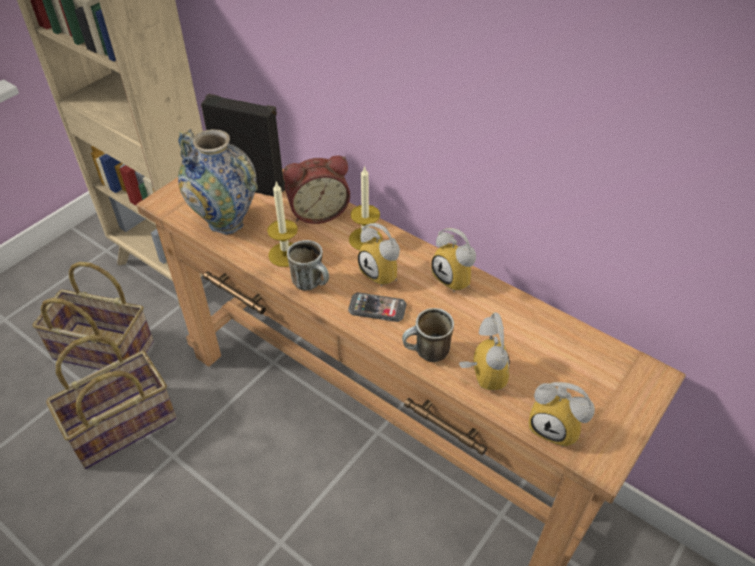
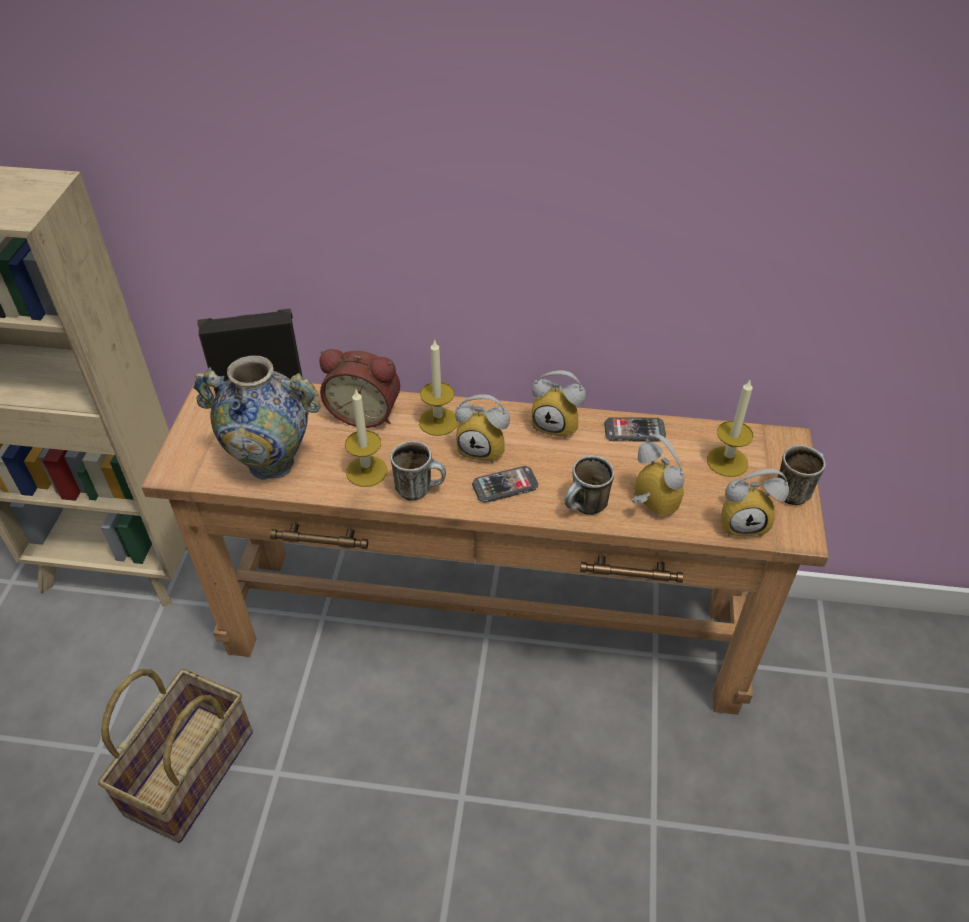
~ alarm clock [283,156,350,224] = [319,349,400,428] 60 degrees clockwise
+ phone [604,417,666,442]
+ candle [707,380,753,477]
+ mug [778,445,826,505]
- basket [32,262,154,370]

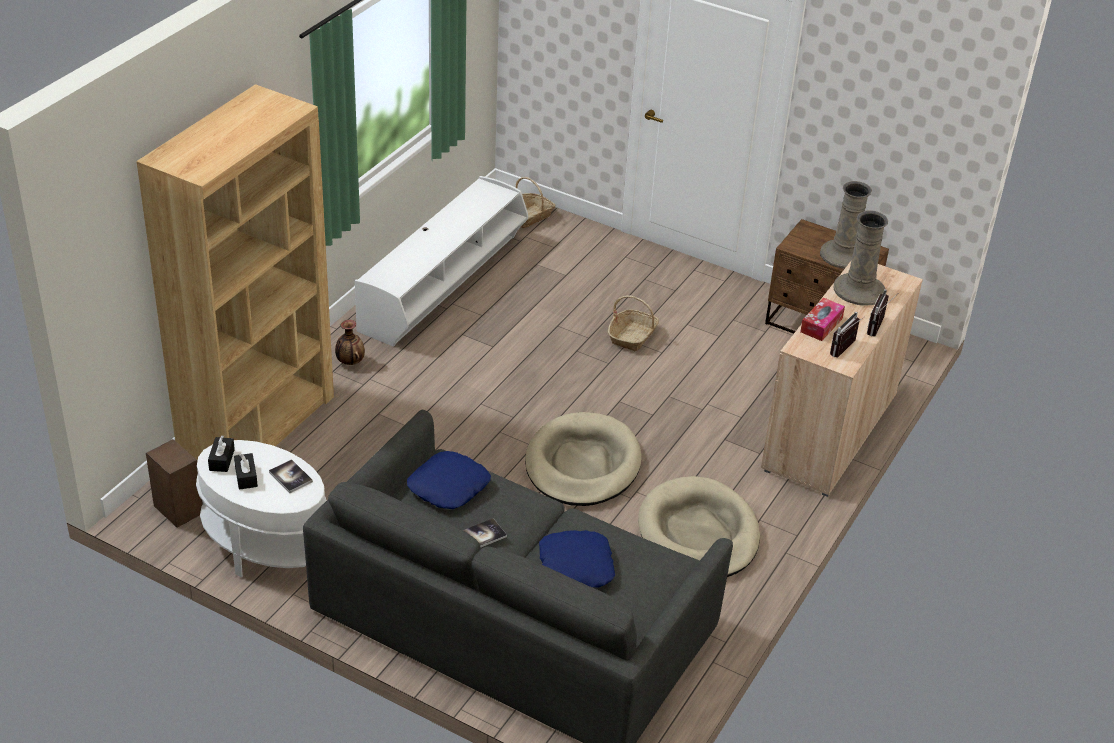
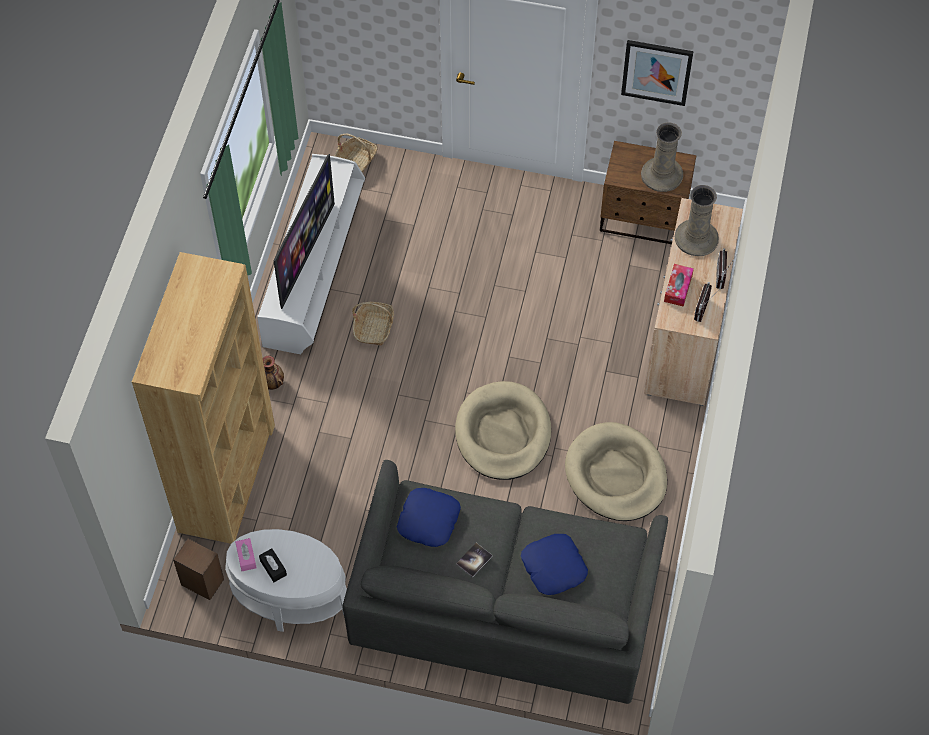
~ black tissue box [208,436,235,472] to pink tissue box [235,538,257,571]
+ television [273,154,335,309]
~ basket [608,295,659,351] to [352,302,394,346]
+ picture [621,40,694,106]
- book [269,459,313,493]

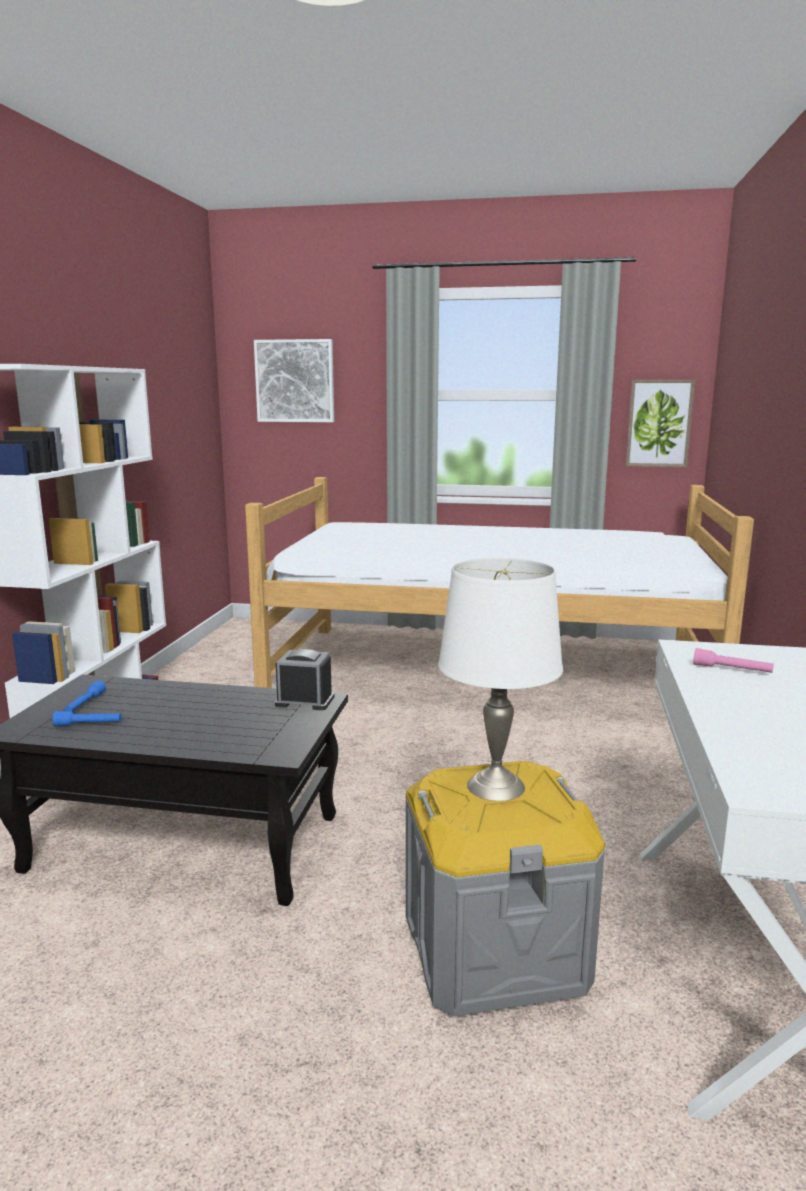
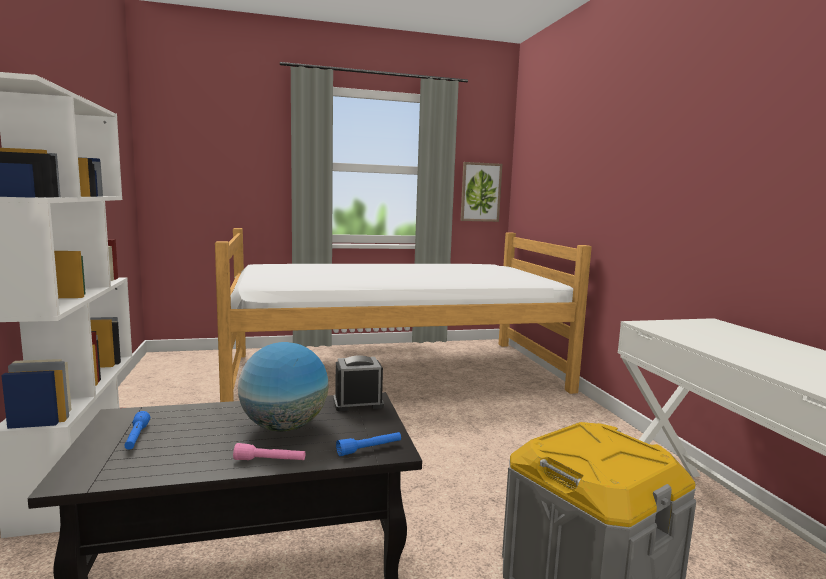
~ pink flashlight [693,648,774,673] to [233,443,305,460]
+ globe [238,342,329,432]
~ blue flashlight [53,711,122,726] to [336,432,401,456]
- picture [254,339,334,422]
- white table lamp [438,558,563,801]

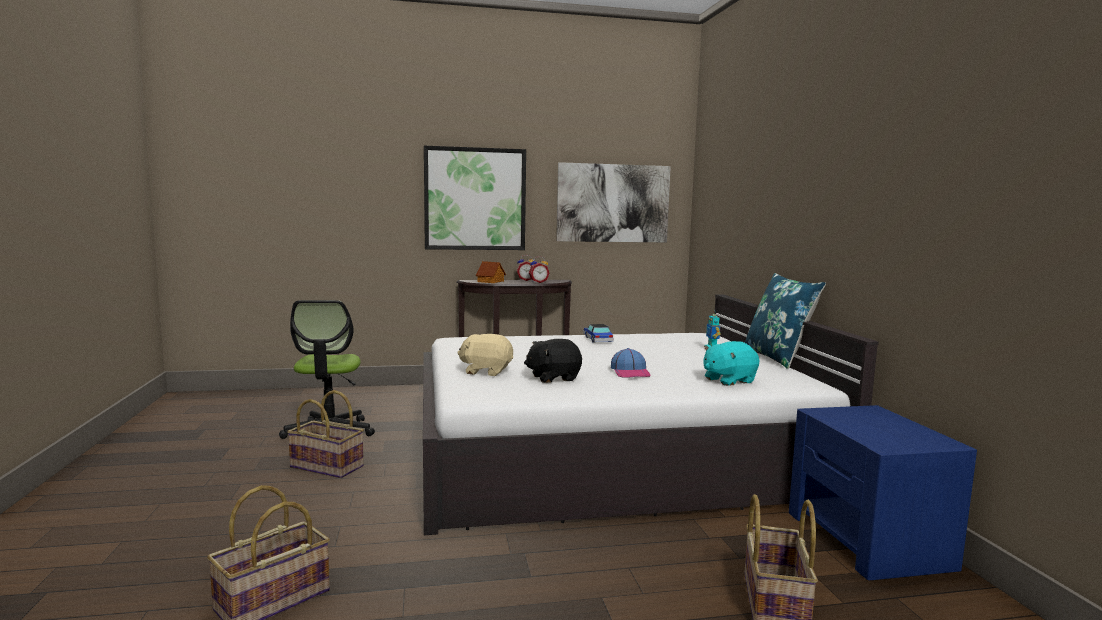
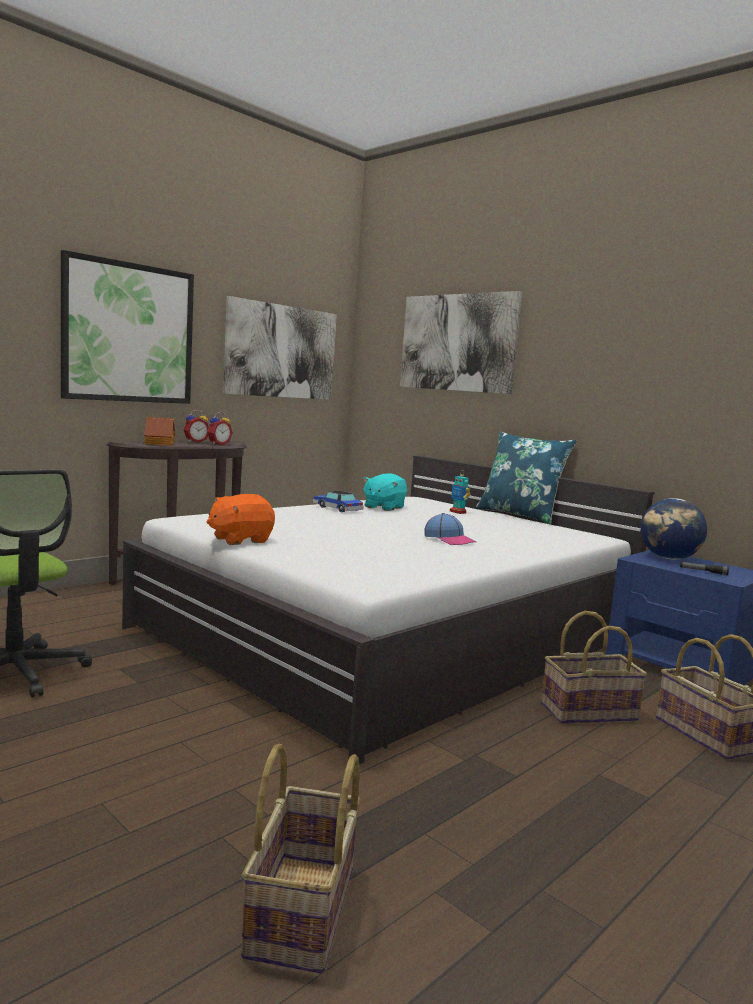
+ orange plush toy [206,494,275,545]
~ turquoise plush toy [703,341,759,386] to [363,473,407,511]
+ picture [400,291,522,394]
~ basket [287,390,364,478] to [541,611,647,724]
+ globe [641,498,707,560]
+ flashlight [680,562,729,575]
- beige plush toy [457,334,513,376]
- black plush toy [524,339,582,383]

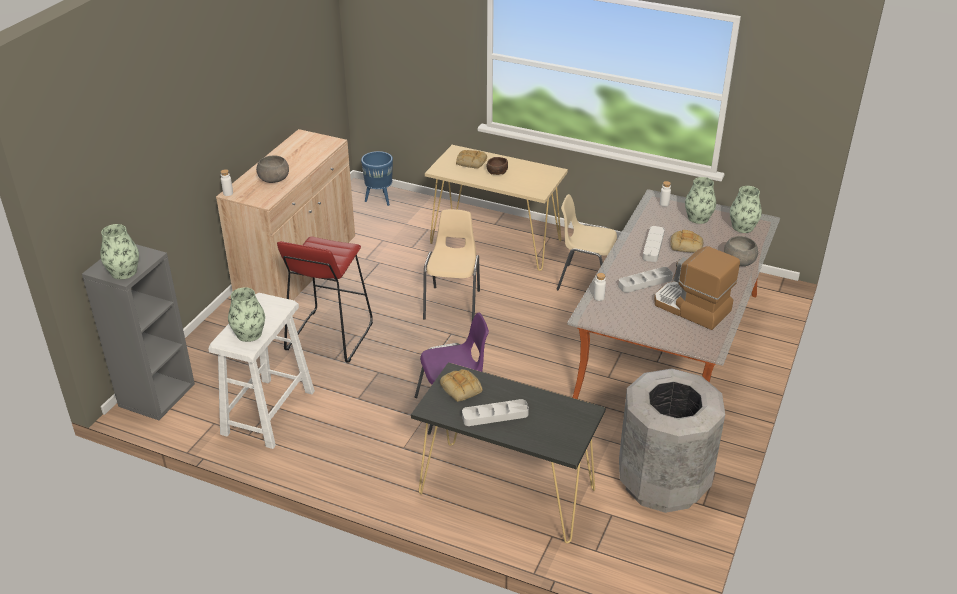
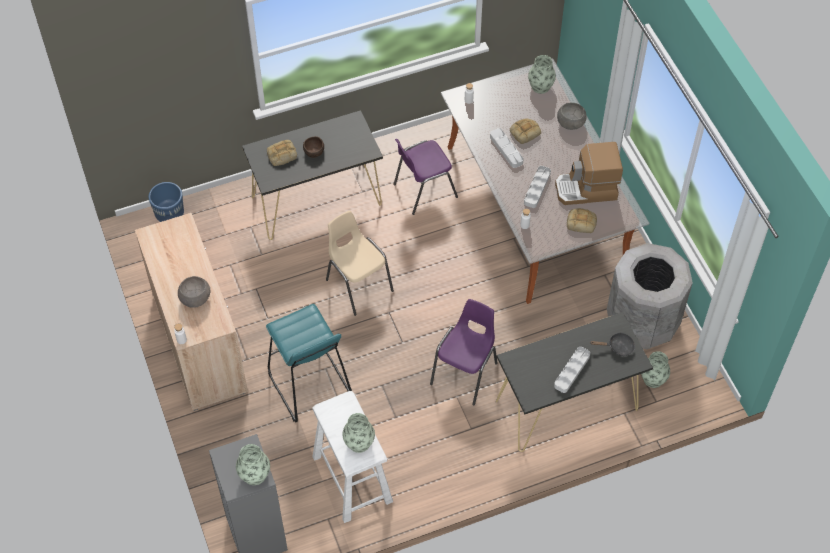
~ beige console table [425,145,568,271] to black console table [242,110,383,240]
~ red stool [277,236,373,363] to turquoise stool [266,304,352,422]
~ beige chair [557,194,617,290] to purple chair [393,139,458,215]
~ bread [440,369,483,402] to [567,208,597,233]
+ black frying pan [590,332,635,356]
~ vase [685,177,716,224] to [641,351,670,388]

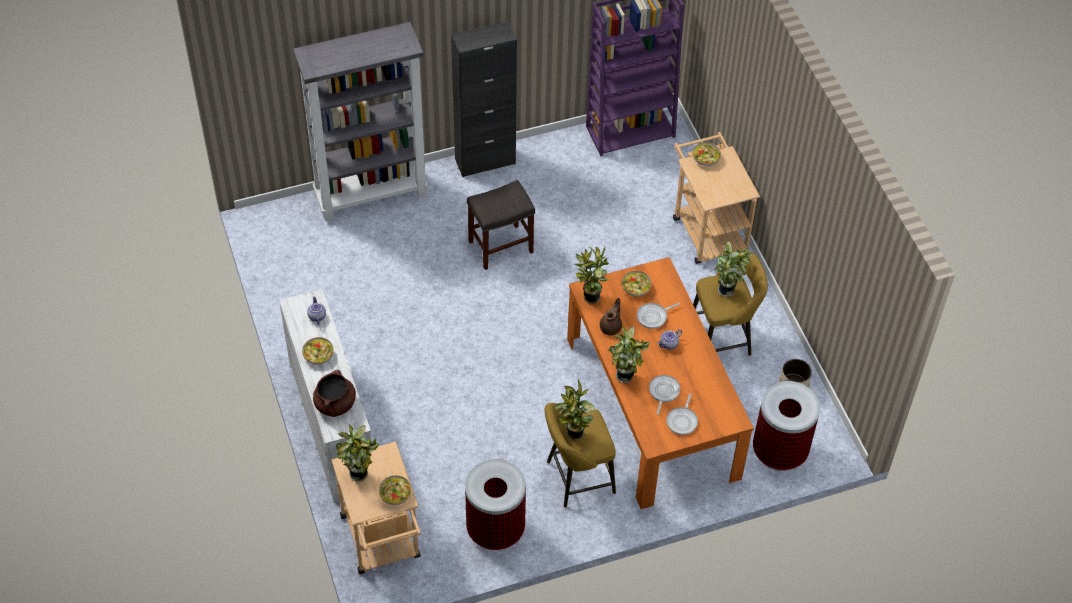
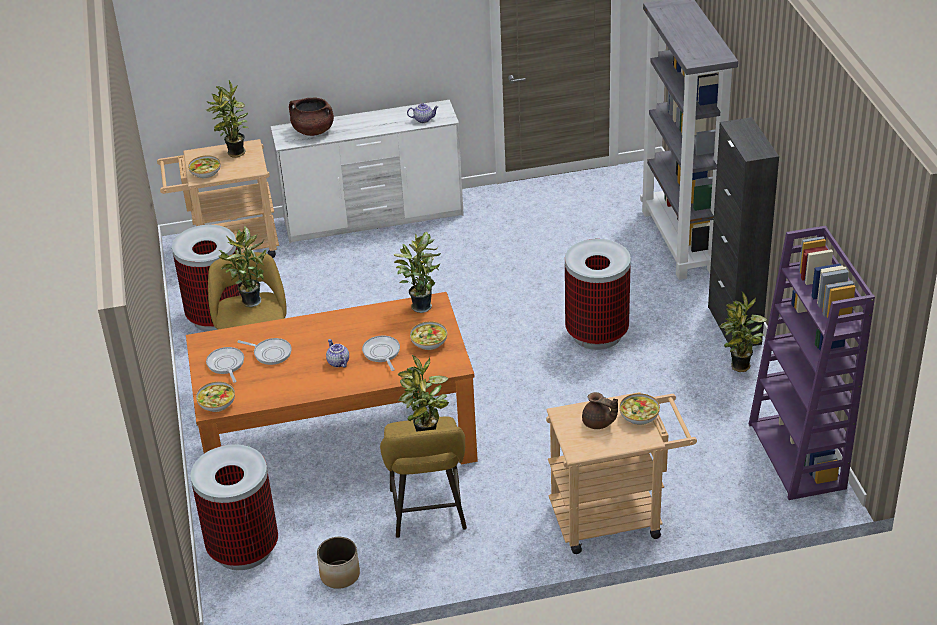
~ bowl [302,337,334,365] to [196,381,235,412]
~ frying pan [666,393,698,435] = [206,347,244,383] 45 degrees clockwise
~ grey stool [467,180,535,270] to trash can [565,239,631,350]
~ brown teapot [600,298,622,335] to [582,392,618,429]
~ potted plant [608,326,650,383] to [719,292,767,372]

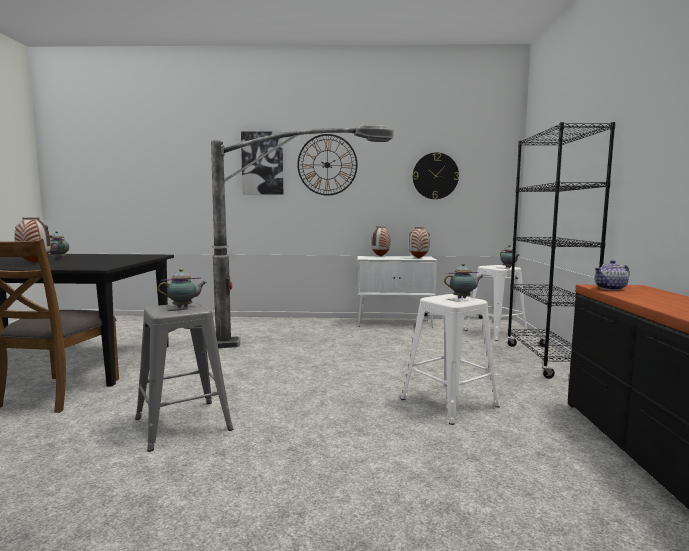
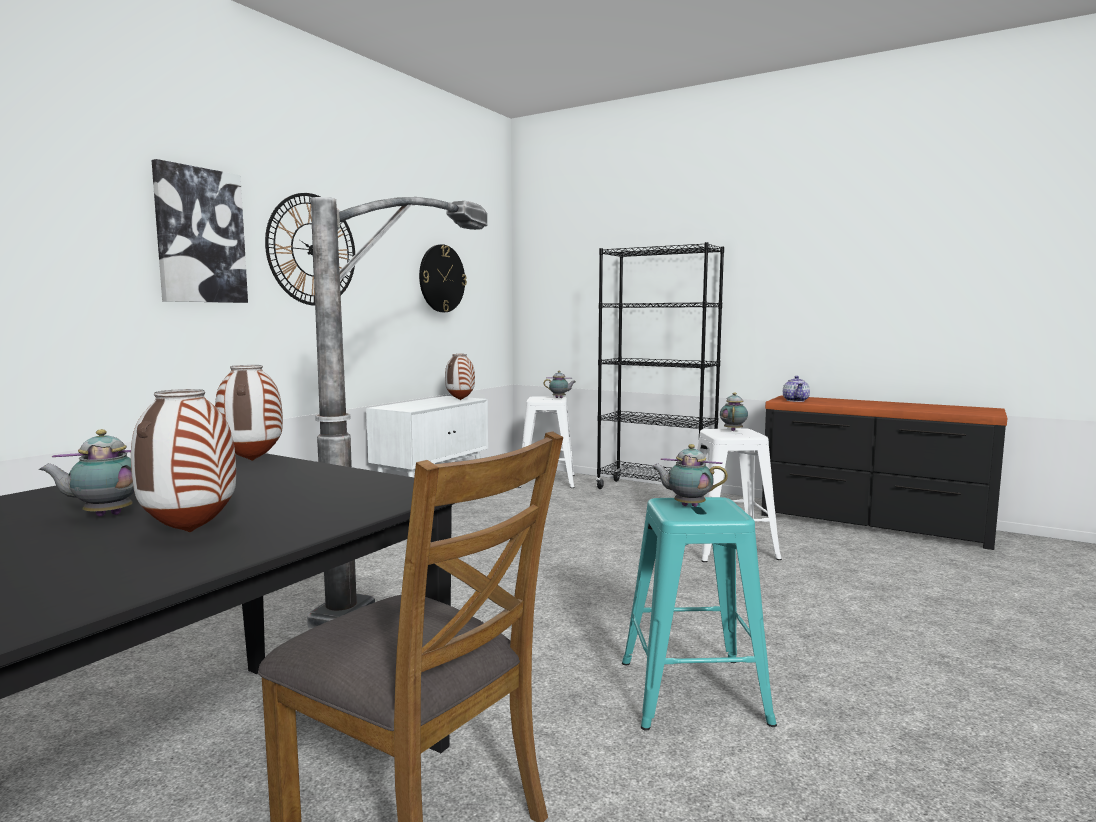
~ vase [371,226,391,257] to [215,365,283,461]
~ grey stool [135,302,234,452] to turquoise stool [622,497,777,730]
~ teapot [158,269,206,308] = [652,444,728,507] 75 degrees counterclockwise

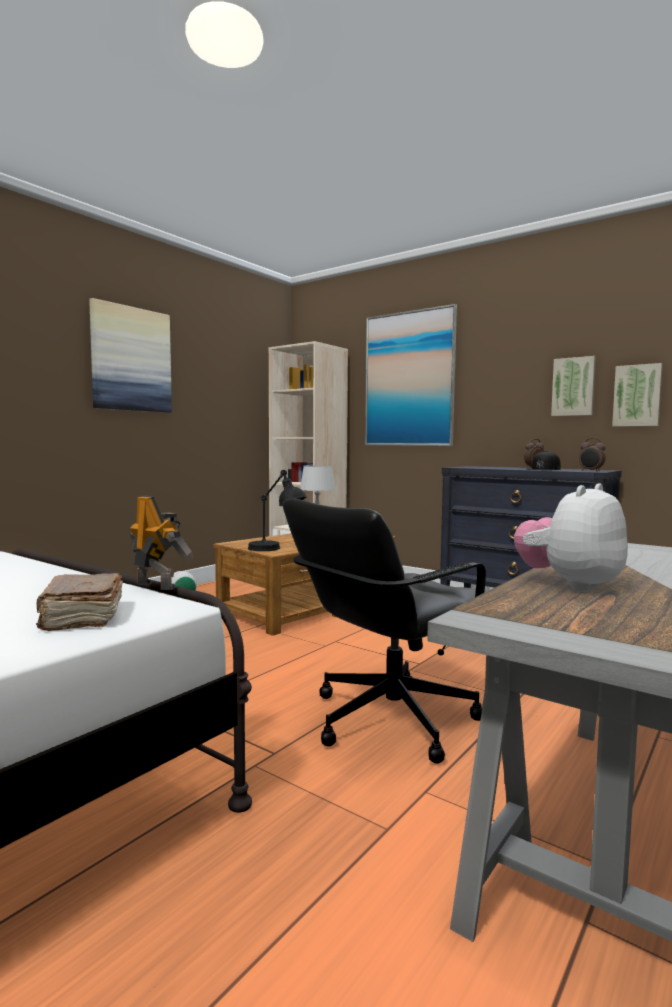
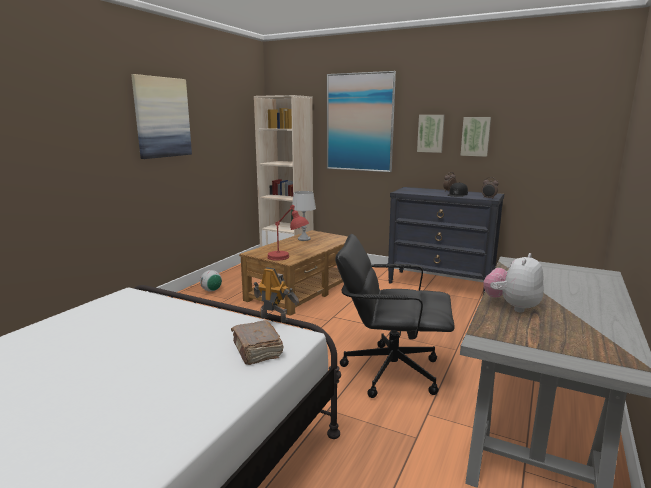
~ black table lamp [248,470,307,551] to red table lamp [268,205,309,261]
~ black office chair [283,499,487,764] = [335,234,455,398] 60 degrees clockwise
~ picture [612,363,663,427] to [417,115,445,153]

